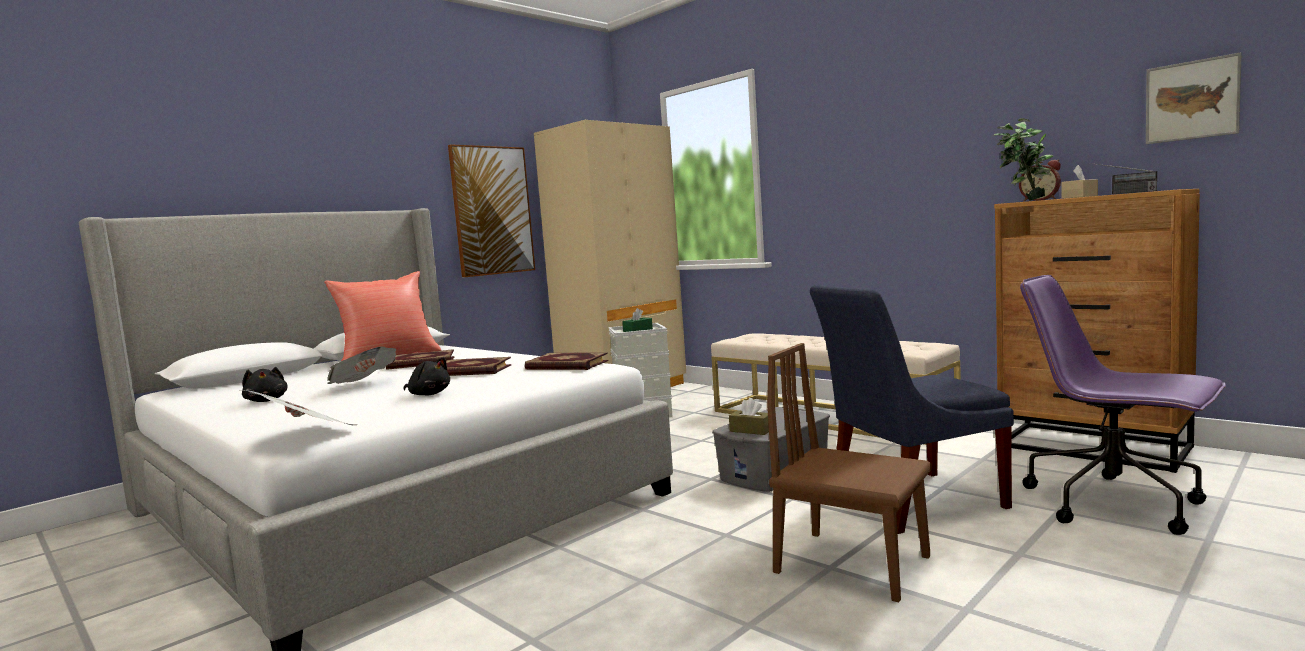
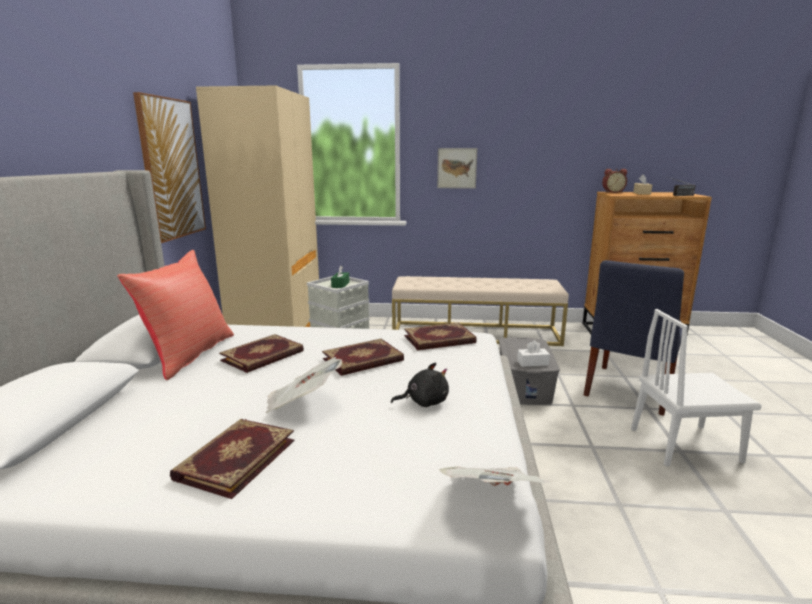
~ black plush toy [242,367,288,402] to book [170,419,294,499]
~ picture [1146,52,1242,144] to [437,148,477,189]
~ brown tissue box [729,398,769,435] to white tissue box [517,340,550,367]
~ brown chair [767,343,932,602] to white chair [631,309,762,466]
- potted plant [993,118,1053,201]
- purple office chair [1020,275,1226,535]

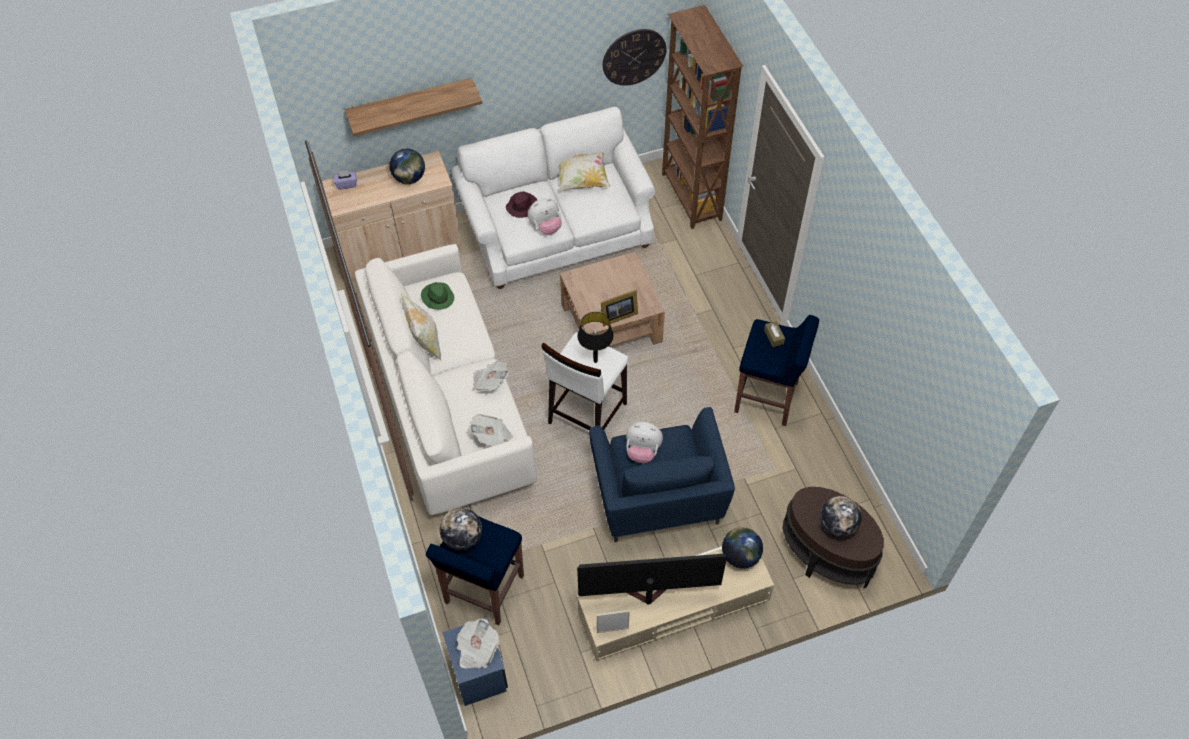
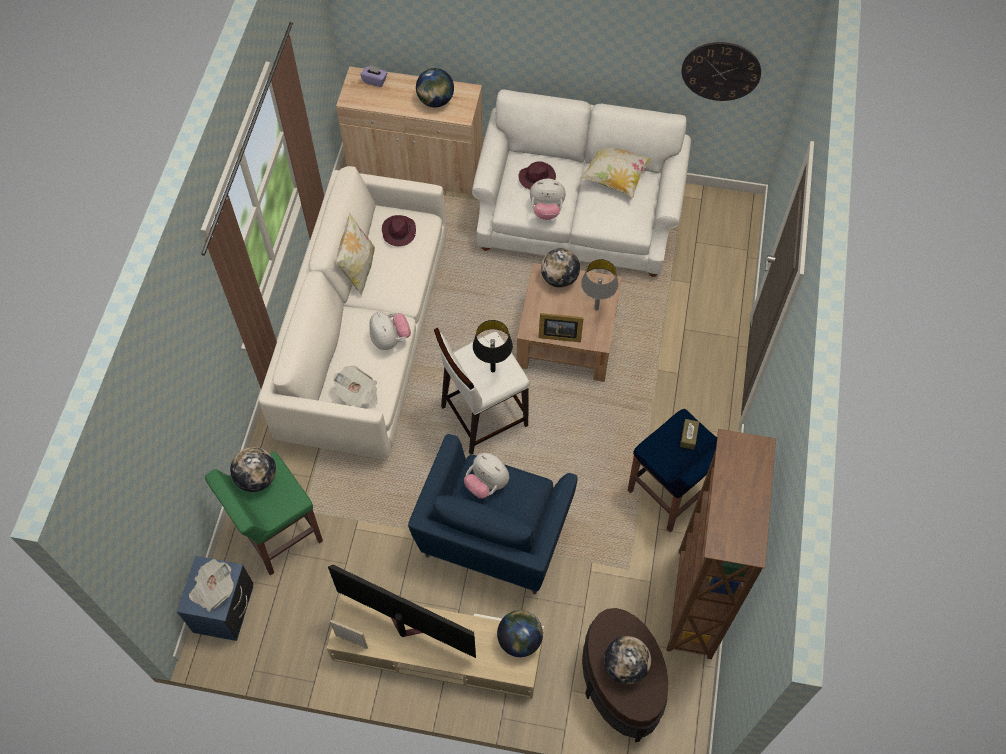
~ blue stool [426,516,524,625] to green stool [205,452,323,576]
~ newspaper [473,361,509,391] to plush toy [370,312,411,350]
~ green hat [421,282,454,310] to purple hat [382,215,416,246]
+ globe [541,248,580,288]
+ grey table lamp [581,259,618,311]
~ brown bookcase [662,5,743,229] to [666,429,776,659]
- shelf [345,78,483,136]

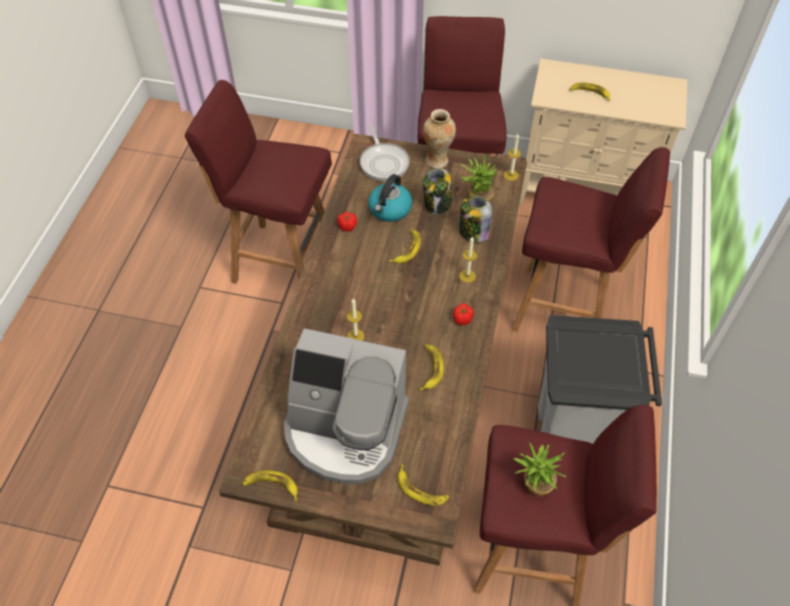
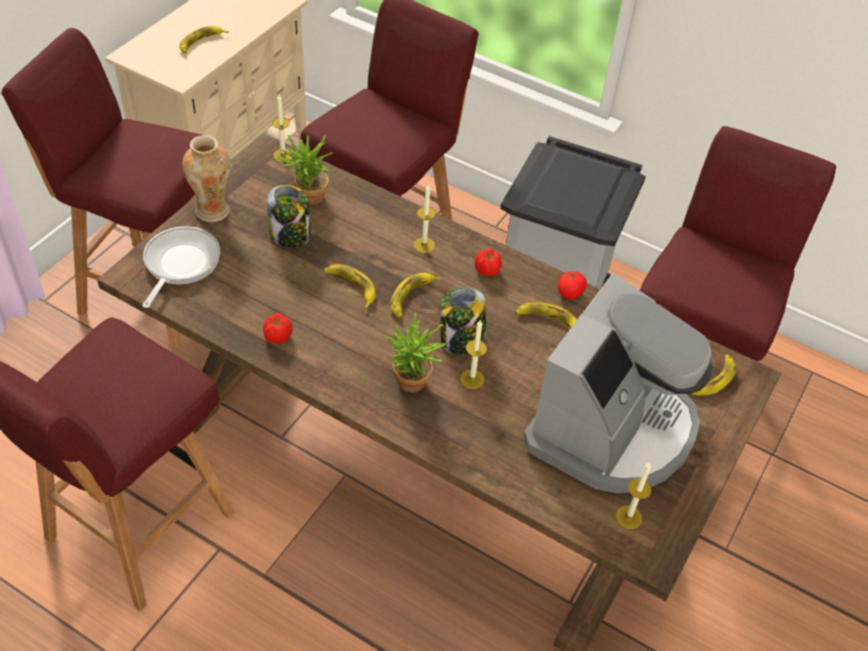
~ frying pan [360,125,410,181] = [142,226,220,308] 75 degrees counterclockwise
~ potted plant [513,443,566,497] to [386,312,446,393]
~ banana [242,470,298,501] to [390,273,441,318]
~ jar [459,196,492,242] to [440,287,486,355]
+ tomato [558,271,587,299]
+ candle [616,462,652,529]
- kettle [368,174,412,222]

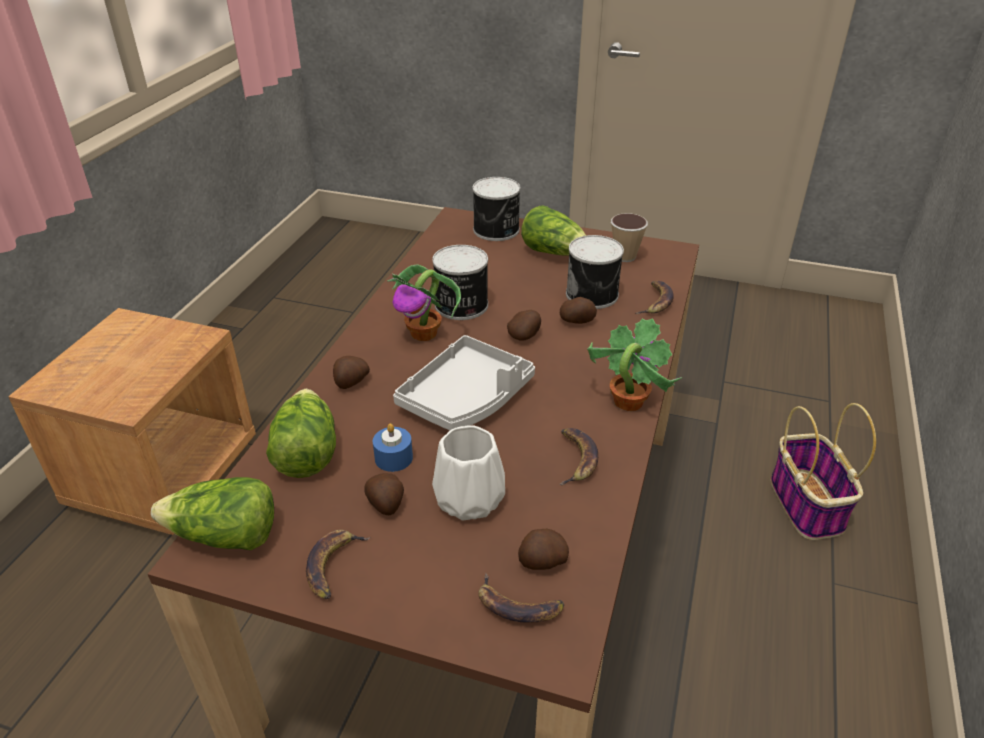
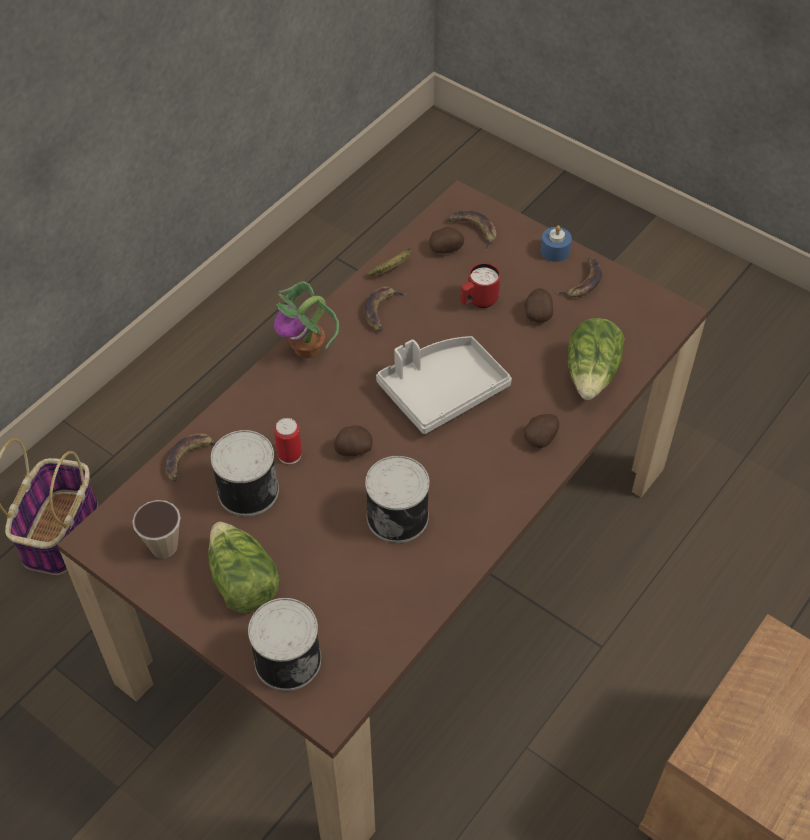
~ potato [560,297,597,324] to can [274,418,302,464]
+ banana [367,247,411,276]
~ white vase [432,425,505,520] to red mug [460,263,501,308]
~ blue candle [373,423,413,472] to [540,225,572,262]
- lettuce [151,477,274,550]
- potted plant [388,264,461,341]

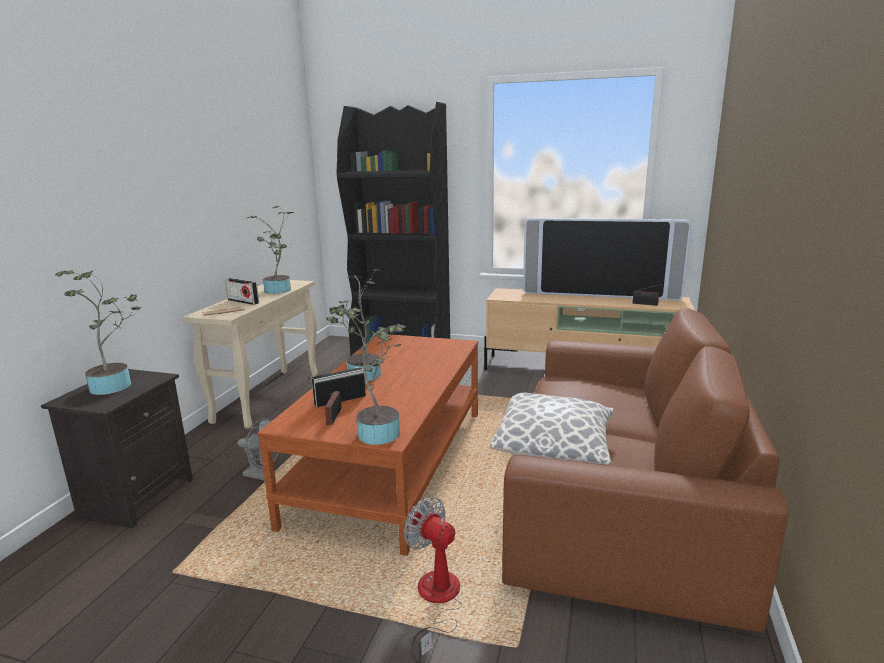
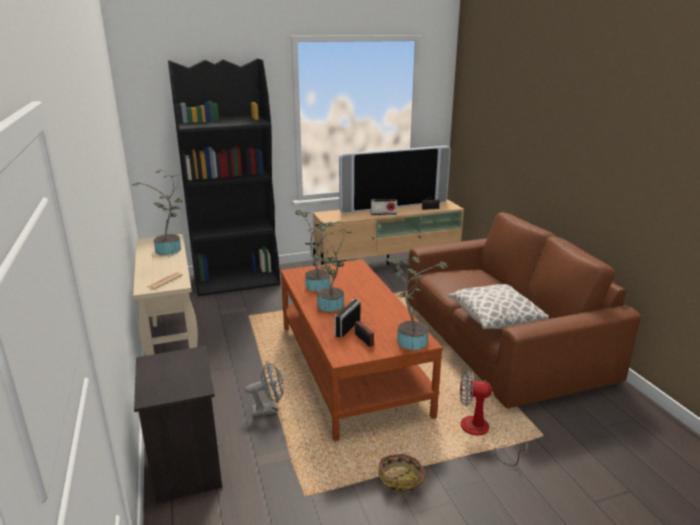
~ potted plant [55,270,143,395] to [295,210,335,291]
~ radio [225,278,259,305] to [371,199,397,215]
+ basket [378,454,425,494]

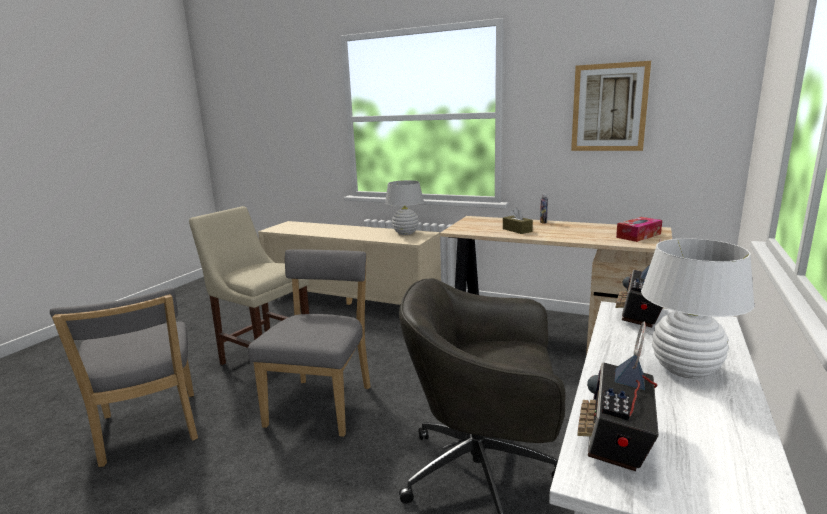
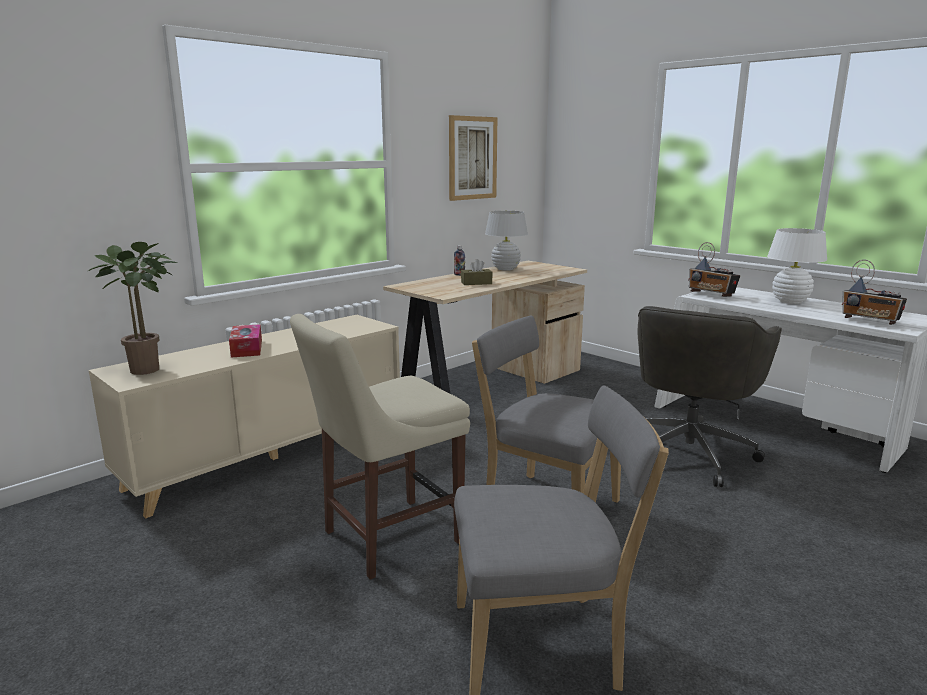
+ potted plant [88,242,177,375]
~ tissue box [616,217,662,242] to [229,324,262,358]
~ white table lamp [385,180,424,235] to [485,211,528,271]

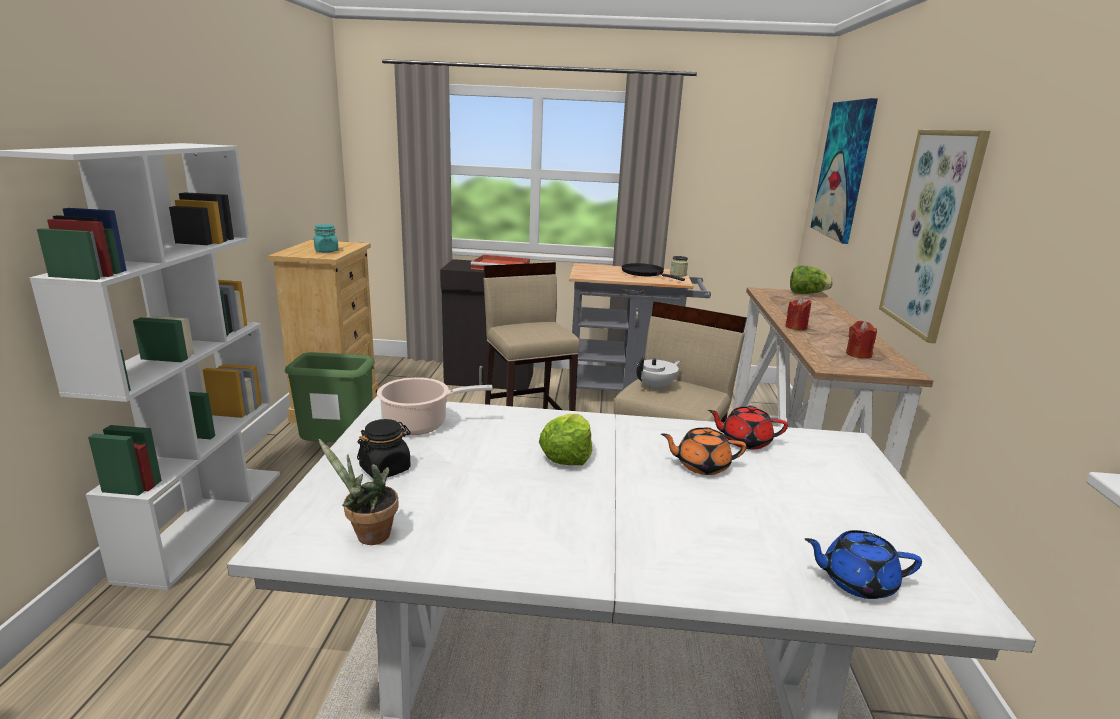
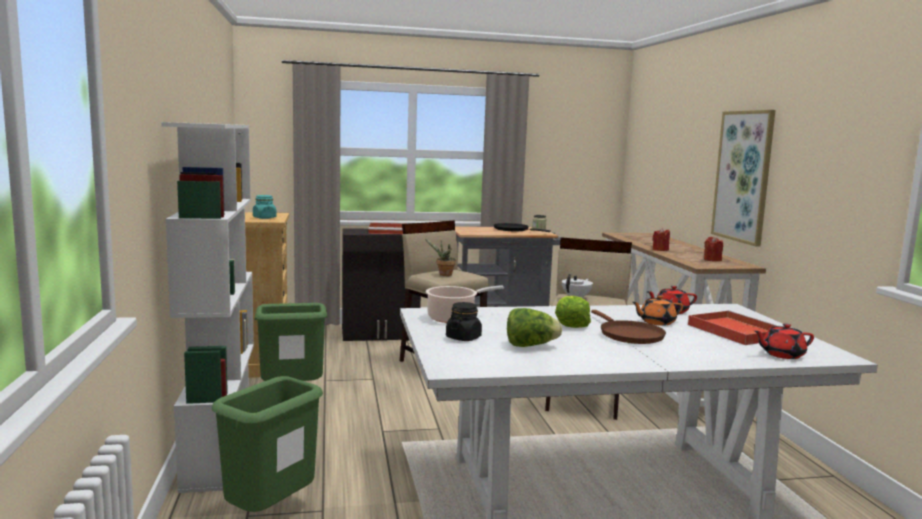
+ green trash can [212,376,323,512]
~ potted plant [318,439,399,545] to [425,239,456,276]
~ lettuce [790,266,833,294] to [507,308,562,347]
+ brown frying pan [591,310,666,344]
+ red tray [688,310,778,345]
~ blue teapot [804,530,922,599] to red teapot [754,323,814,359]
- picture [810,98,878,244]

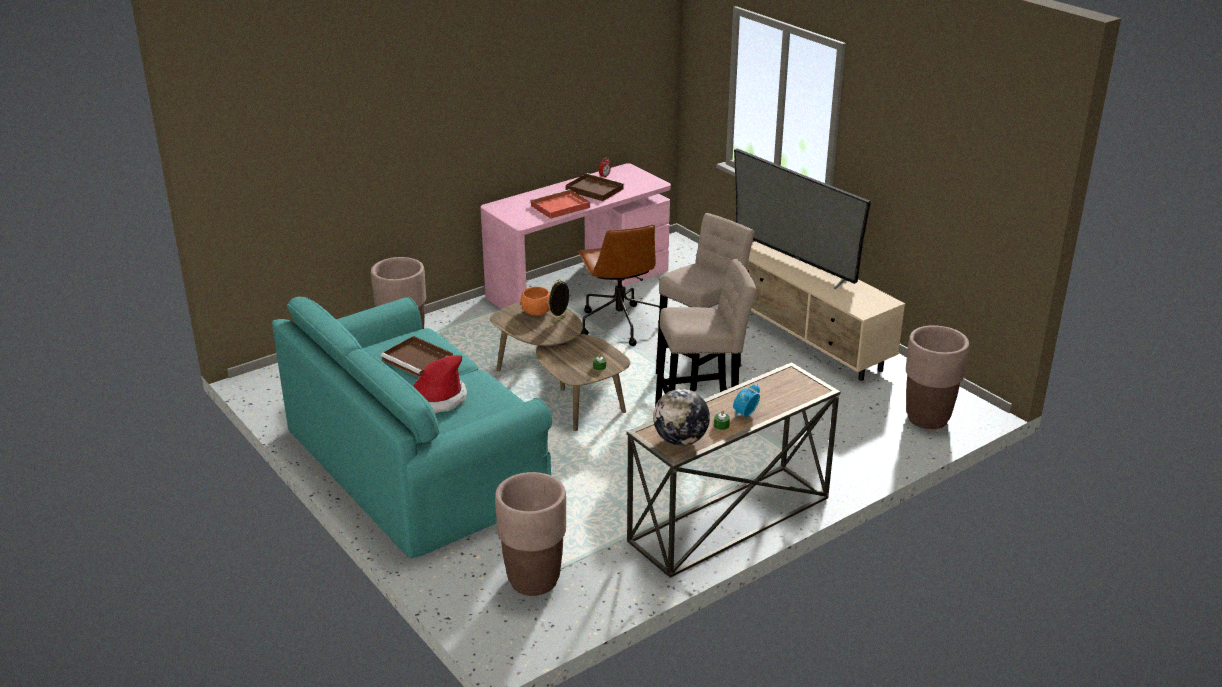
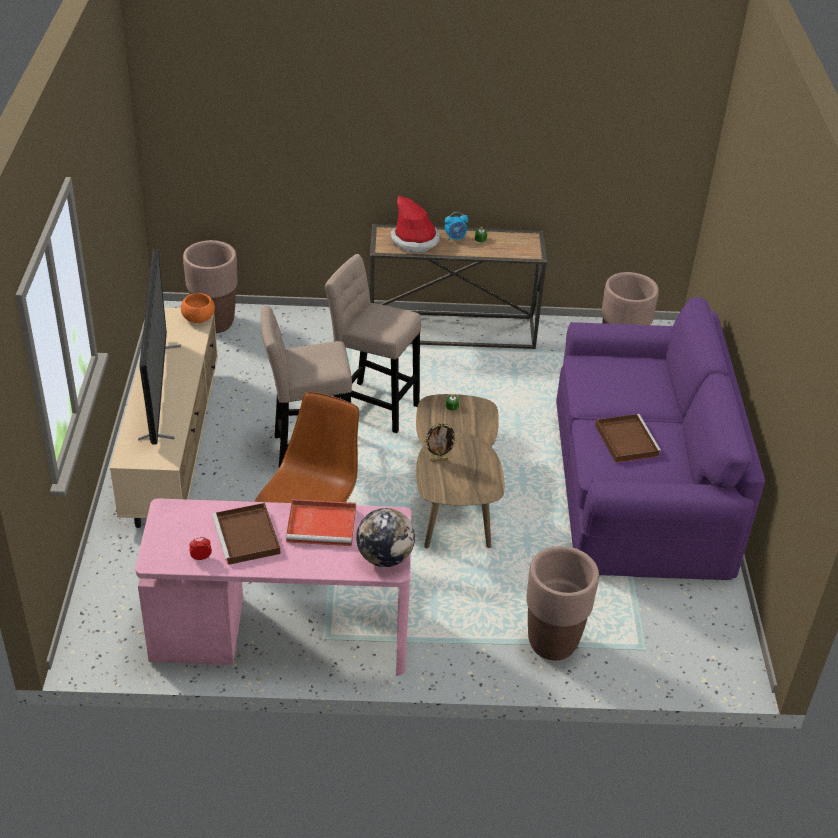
~ orange bowl [520,287,550,315] to [181,293,215,323]
~ globe [653,389,710,446] to [356,508,415,567]
~ hat [413,355,467,413] to [391,196,440,253]
~ turquoise sofa [272,297,552,558] to purple sofa [556,297,765,580]

